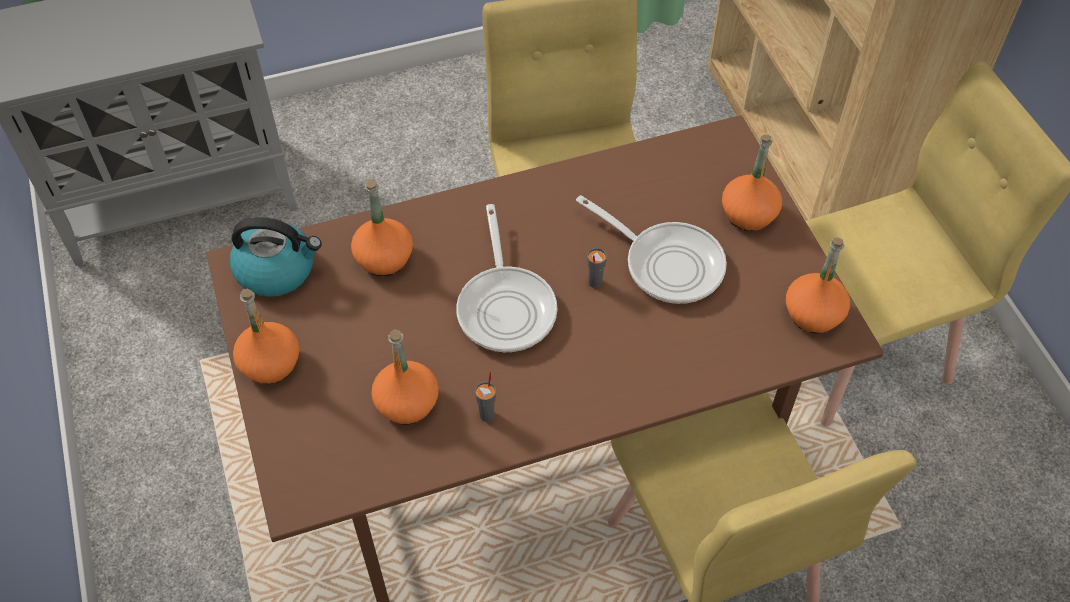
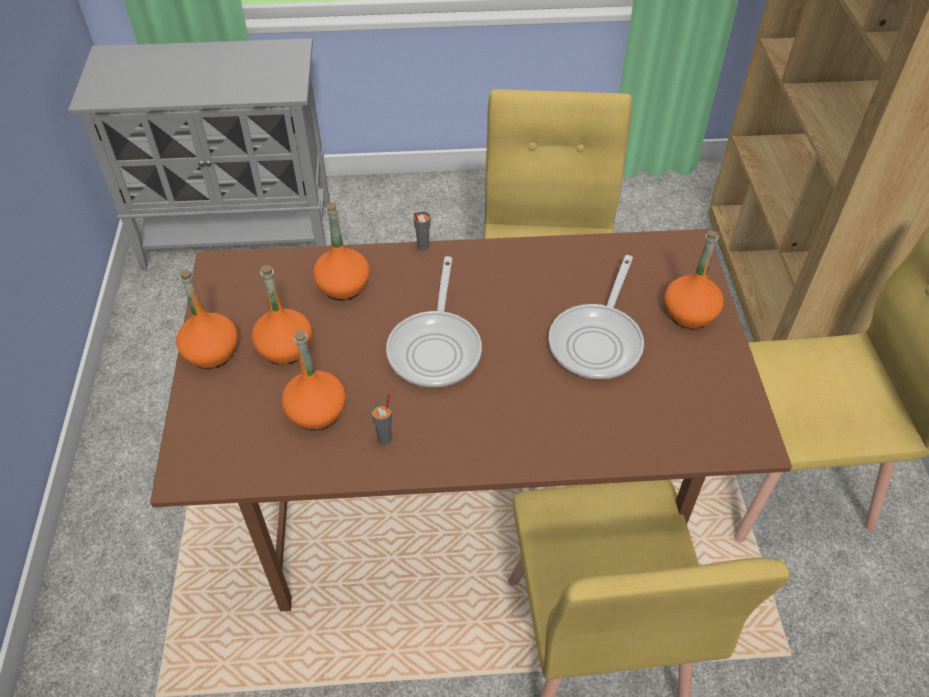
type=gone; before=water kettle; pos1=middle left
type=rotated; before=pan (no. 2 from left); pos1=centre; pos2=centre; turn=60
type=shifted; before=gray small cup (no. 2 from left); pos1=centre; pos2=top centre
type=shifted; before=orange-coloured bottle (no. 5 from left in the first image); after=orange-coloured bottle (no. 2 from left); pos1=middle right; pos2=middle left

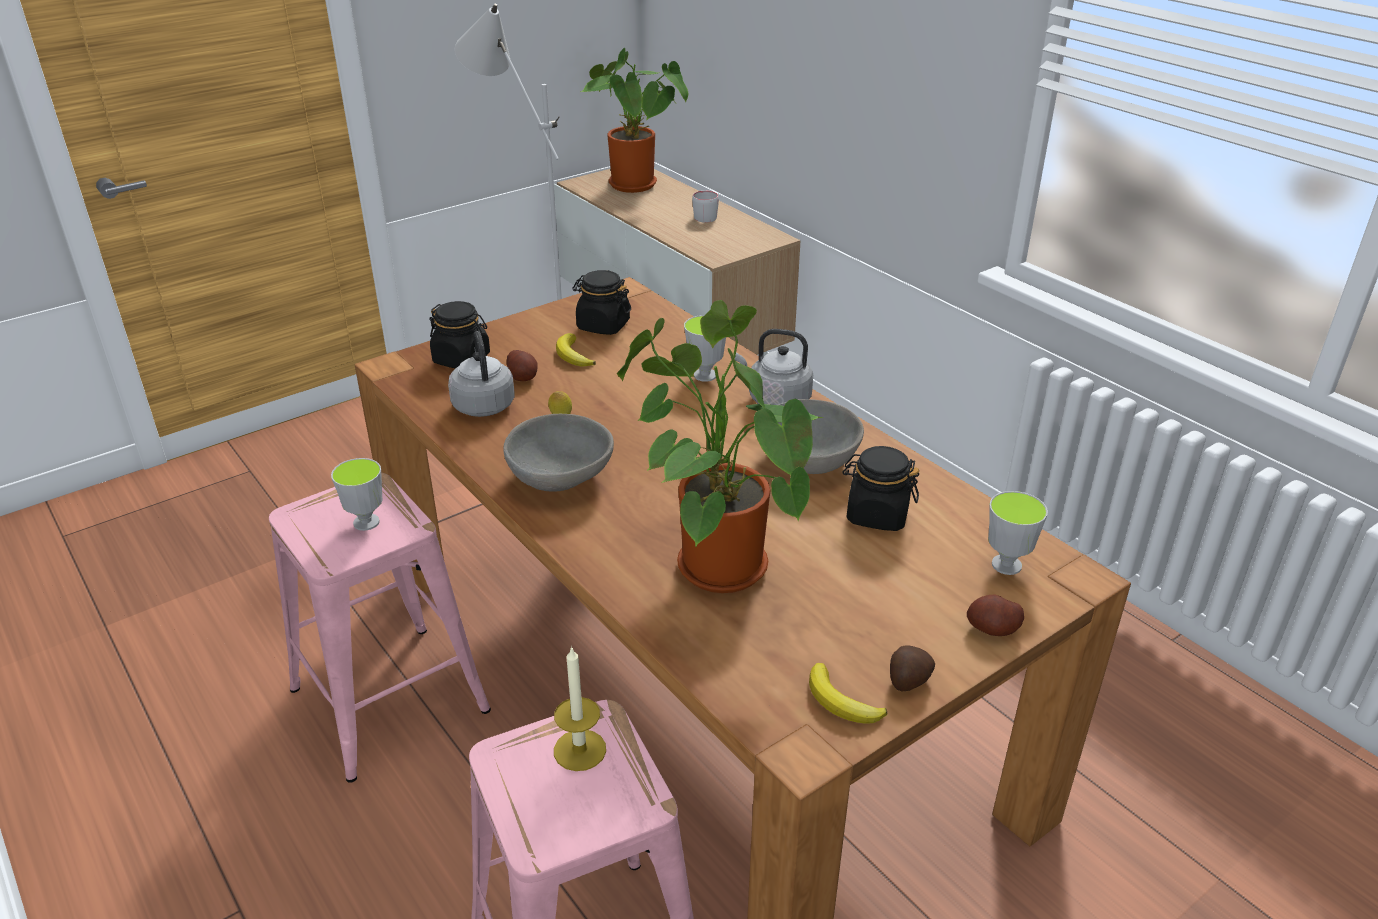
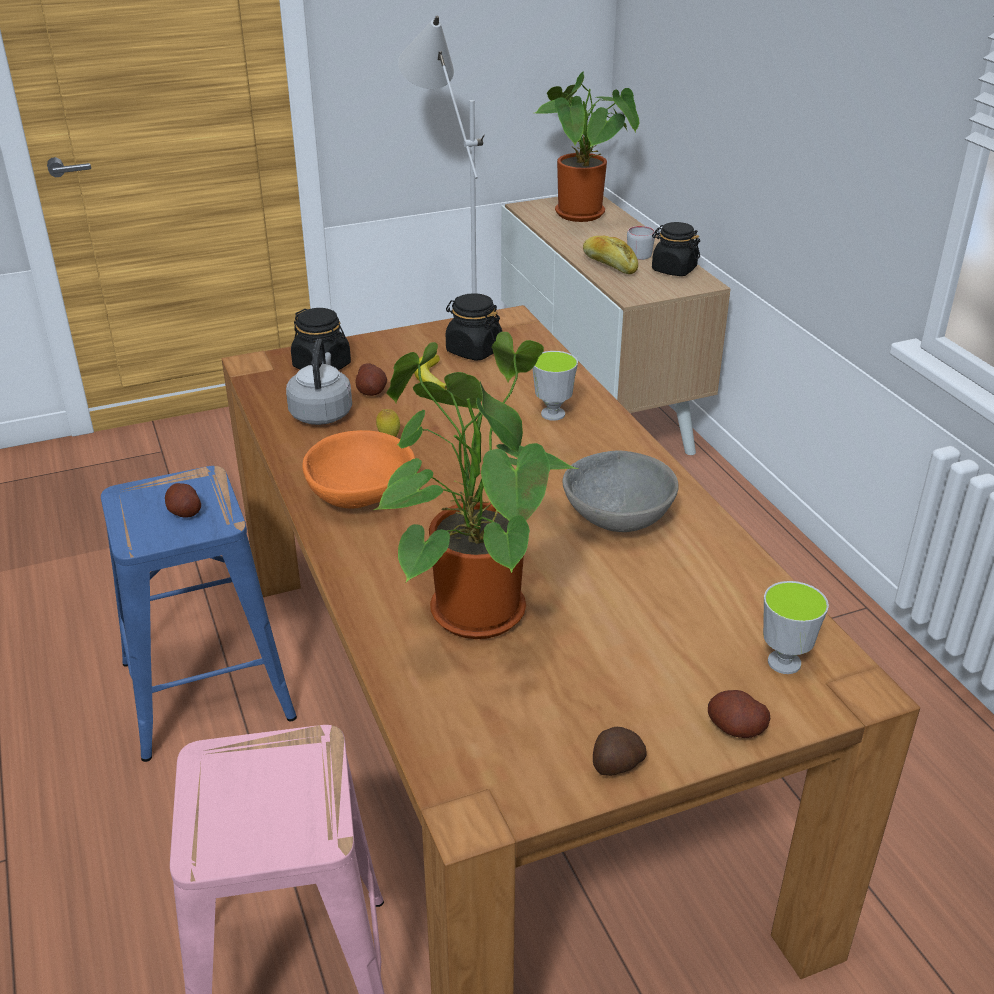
type=repainted; before=pink-coloured sitting stool (no. 1 from left); after=blue-coloured sitting stool; pos1=bottom left; pos2=middle left
type=swapped; before=small cup (no. 1 from left); after=whole potato (no. 1 from left); pos1=middle left; pos2=middle left
type=repainted; before=gray serving bowl (no. 1 from left); after=orange-coloured serving bowl; pos1=centre; pos2=centre
type=gone; before=candle; pos1=bottom centre
type=gone; before=gray water kettle (no. 2 from left); pos1=centre
type=gone; before=banana fruit (no. 2 from left); pos1=bottom centre
type=shifted; before=black-coloured storage jar (no. 3 from left); pos1=centre; pos2=top right
type=new; after=bakery bread; pos2=top centre

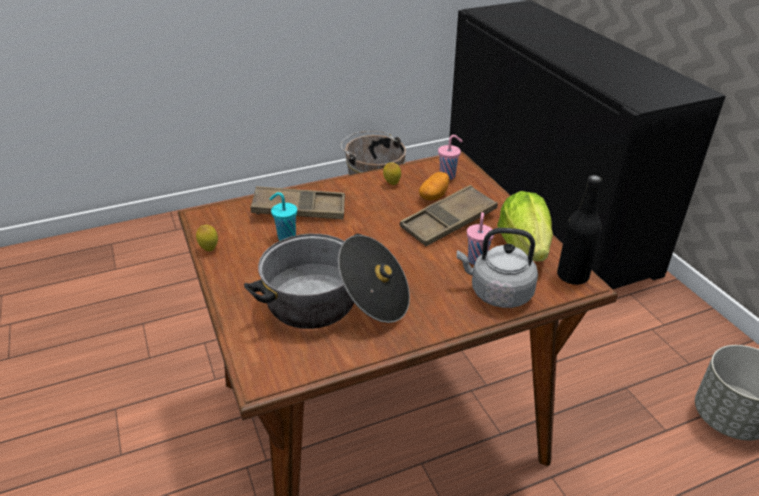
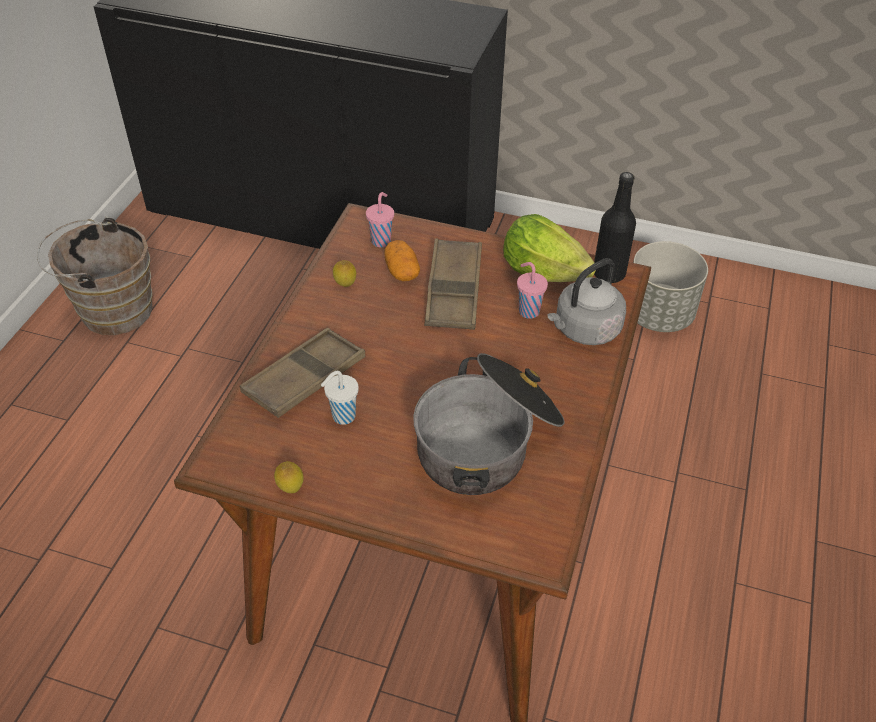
type=repainted; before=turquoise-coloured small cup; after=white small cup; pos1=centre; pos2=centre

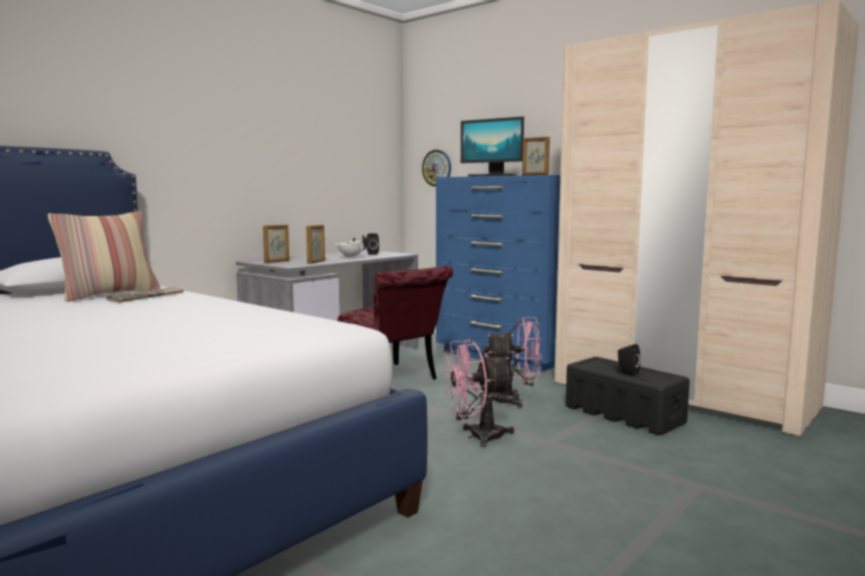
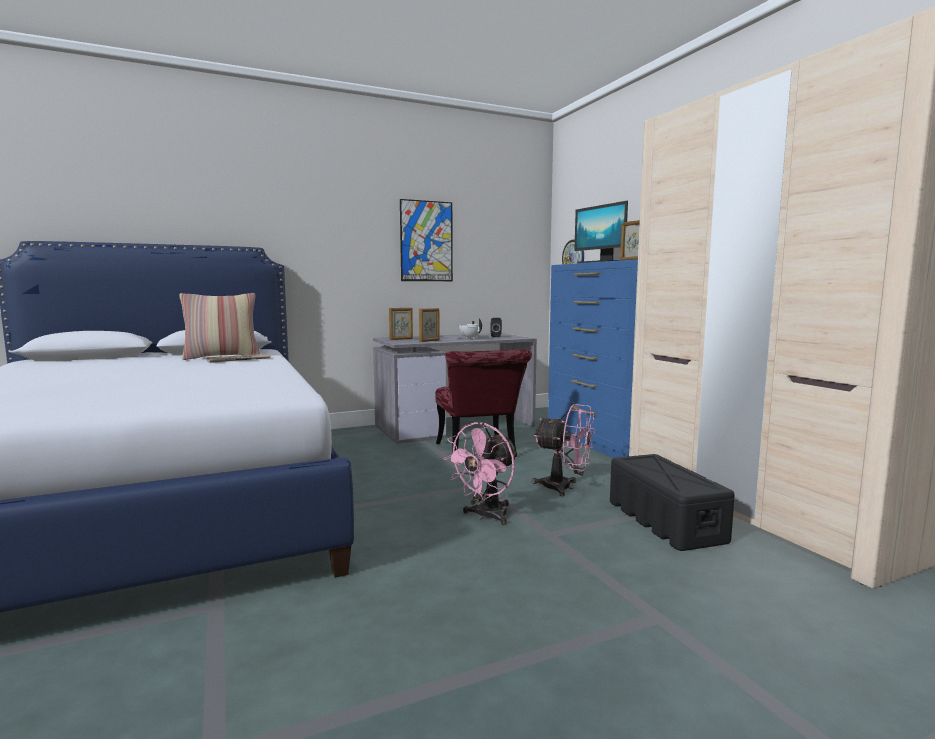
type=rotated; before=pink-coloured fan (no. 1 from left); pos1=bottom centre; pos2=centre; turn=-60
type=gone; before=black-coloured audio speaker (no. 2 from left); pos1=middle right
type=new; after=picture; pos2=top centre

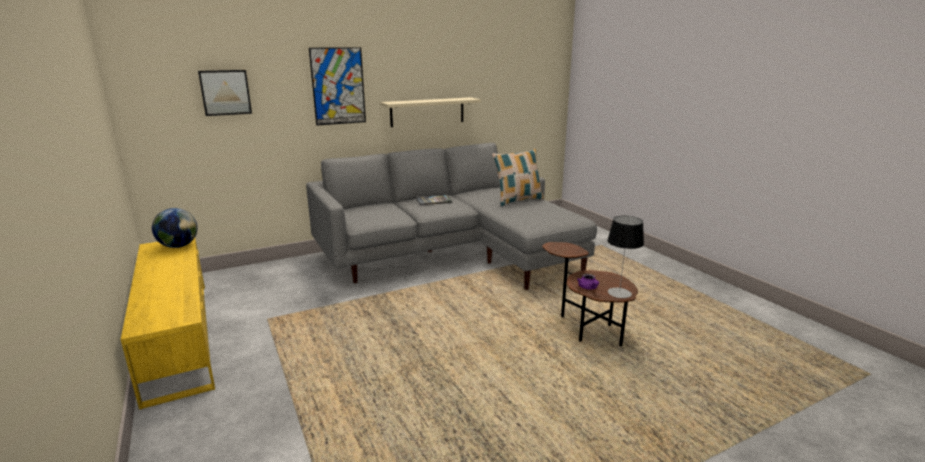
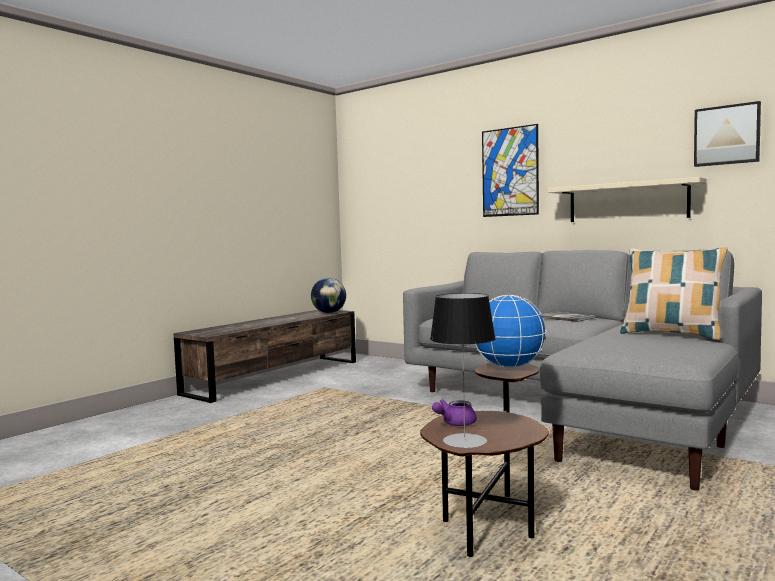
type=repainted; before=yellowish media console; after=brownish media console; pos1=bottom left; pos2=centre
type=shifted; before=picture (no. 1 from left in the first image); after=picture (no. 2 from left); pos1=top left; pos2=top right
type=new; after=globe (no. 2 from left); pos2=centre

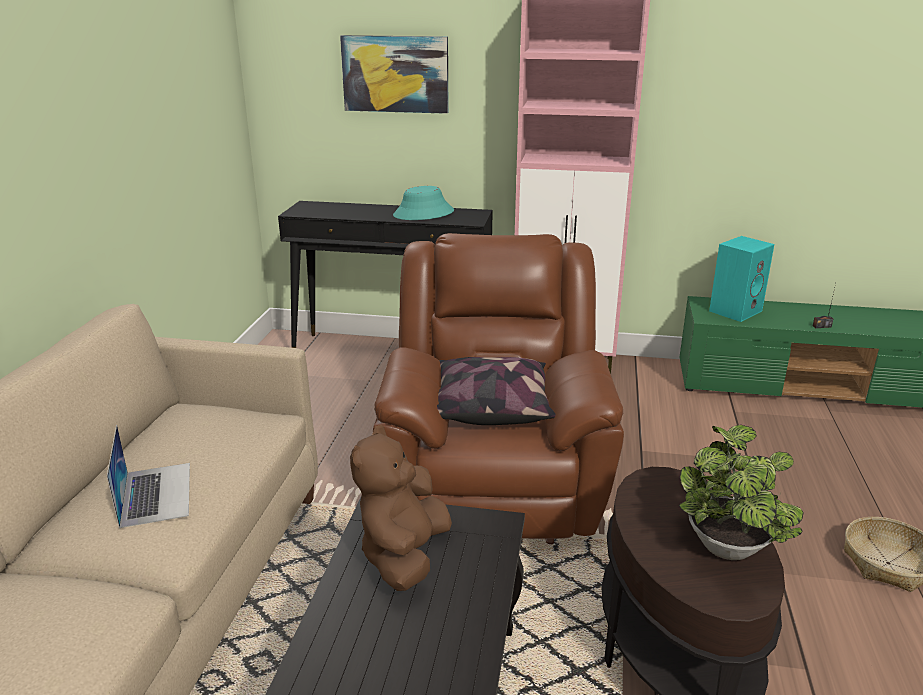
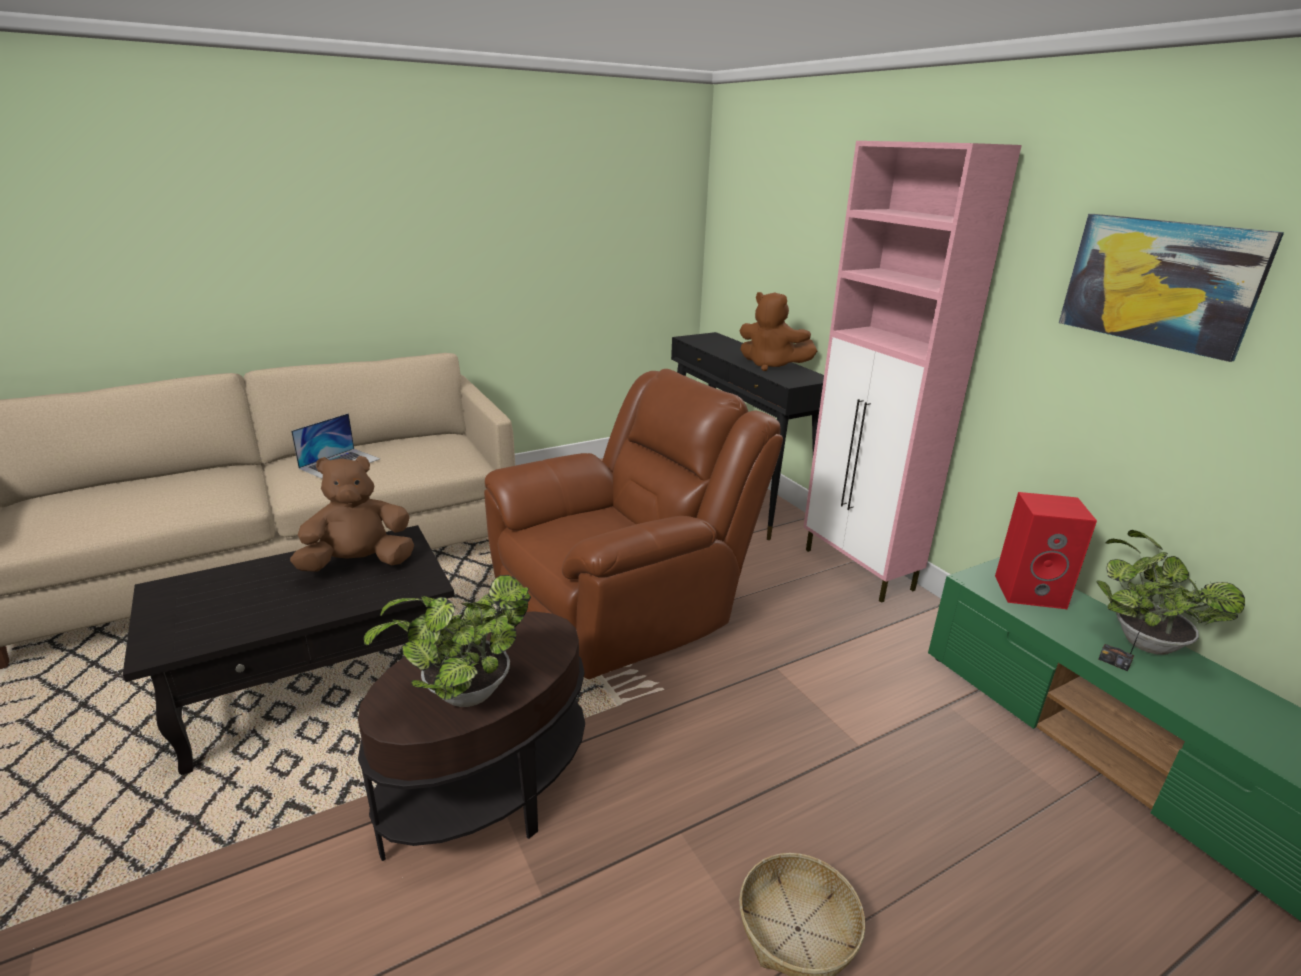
type=shifted; before=picture; pos1=top centre; pos2=top right
type=swapped; before=turquoise-coloured wearable hat; after=brownish cuddly toy (no. 2 from left); pos1=top centre; pos2=centre
type=gone; before=cushion; pos1=centre
type=repainted; before=turquoise-coloured audio speaker; after=red audio speaker; pos1=middle right; pos2=middle right
type=new; after=potted plant (no. 2 from left); pos2=middle right

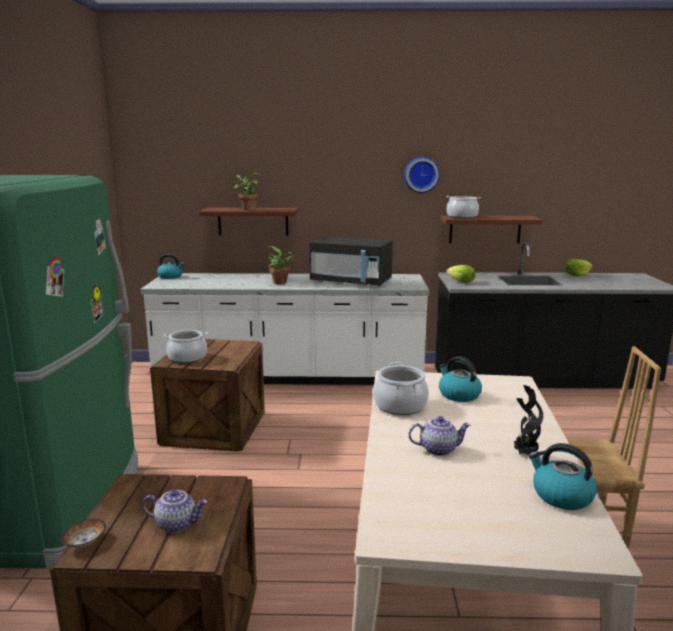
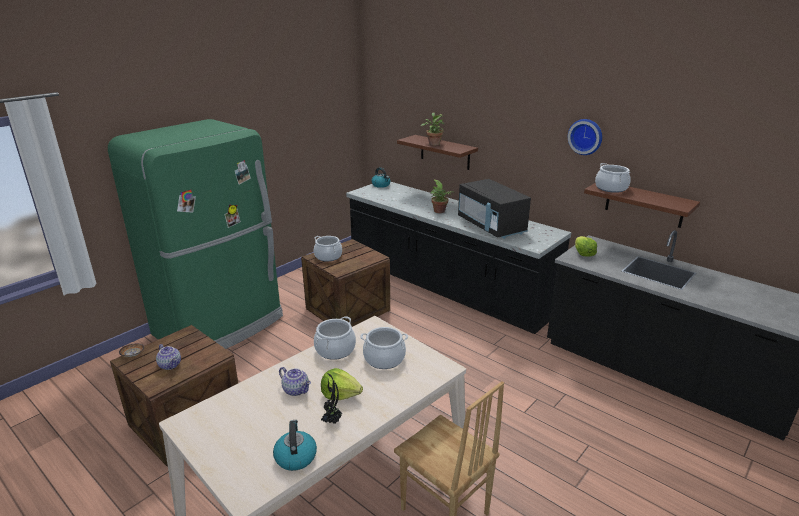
type=repainted; before=white kitchen base unit; after=black-coloured kitchen base unit (no. 1 from left); pos1=centre; pos2=centre
type=swapped; before=water kettle (no. 2 from left); after=stockpot (no. 3 from left); pos1=middle right; pos2=bottom centre
type=shifted; before=lettuce (no. 2 from left in the first image); after=lettuce (no. 1 from left); pos1=middle right; pos2=bottom centre

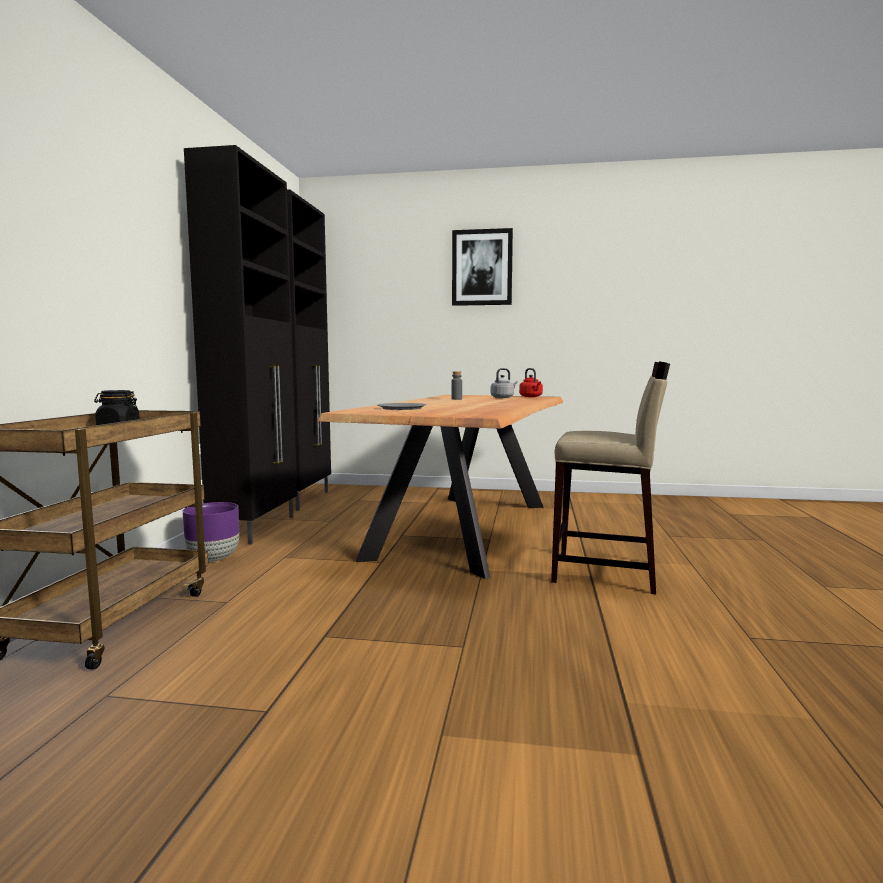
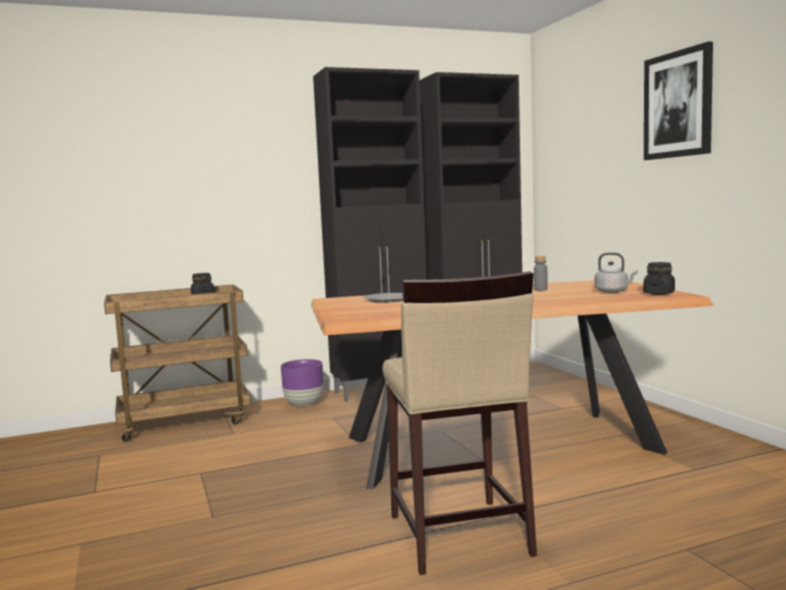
type=swapped; before=red water kettle; after=black-coloured storage jar (no. 2 from left); pos1=centre; pos2=middle right

